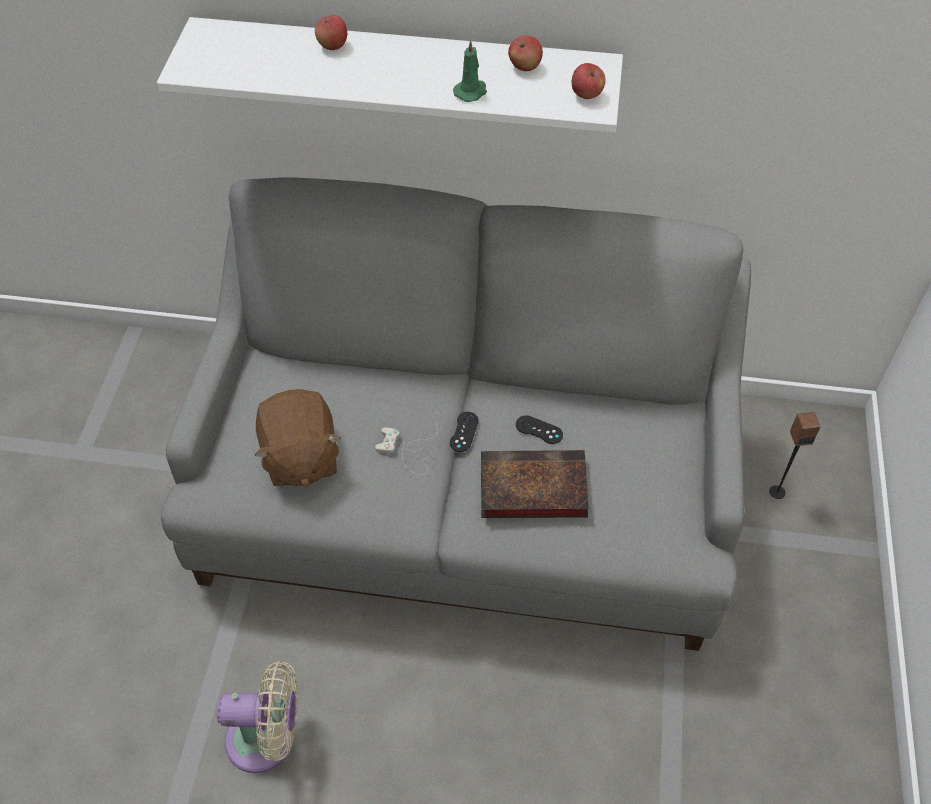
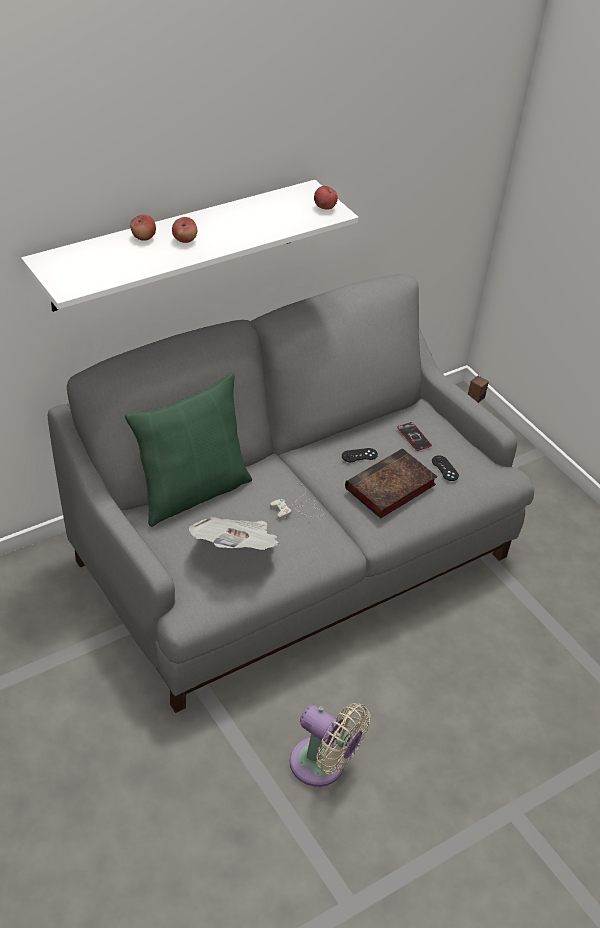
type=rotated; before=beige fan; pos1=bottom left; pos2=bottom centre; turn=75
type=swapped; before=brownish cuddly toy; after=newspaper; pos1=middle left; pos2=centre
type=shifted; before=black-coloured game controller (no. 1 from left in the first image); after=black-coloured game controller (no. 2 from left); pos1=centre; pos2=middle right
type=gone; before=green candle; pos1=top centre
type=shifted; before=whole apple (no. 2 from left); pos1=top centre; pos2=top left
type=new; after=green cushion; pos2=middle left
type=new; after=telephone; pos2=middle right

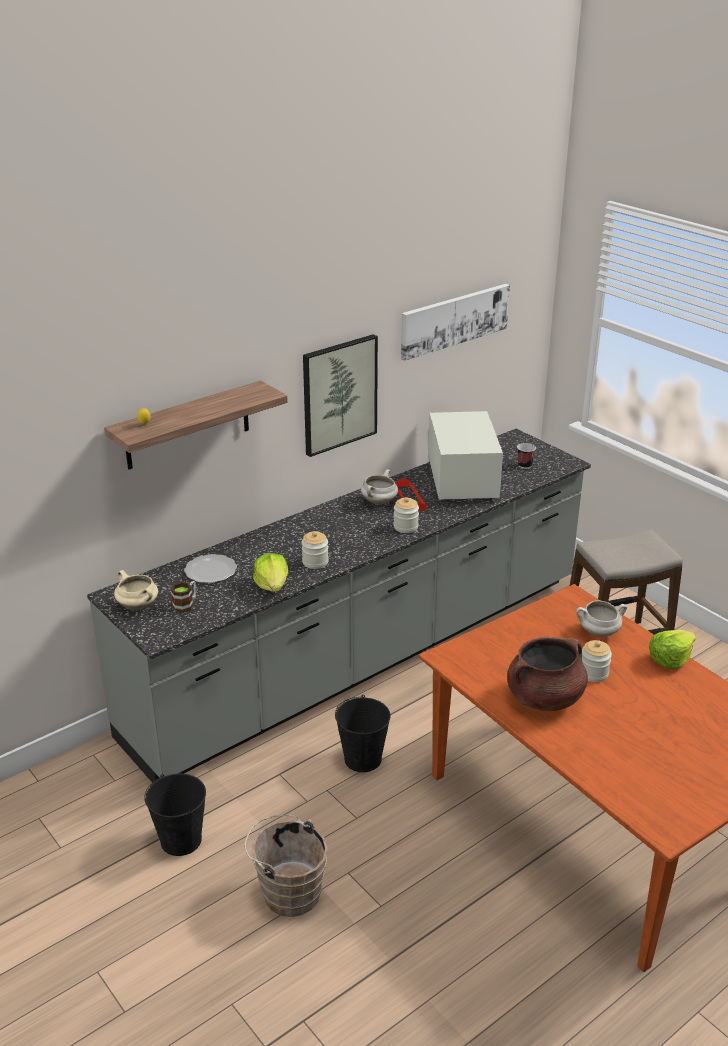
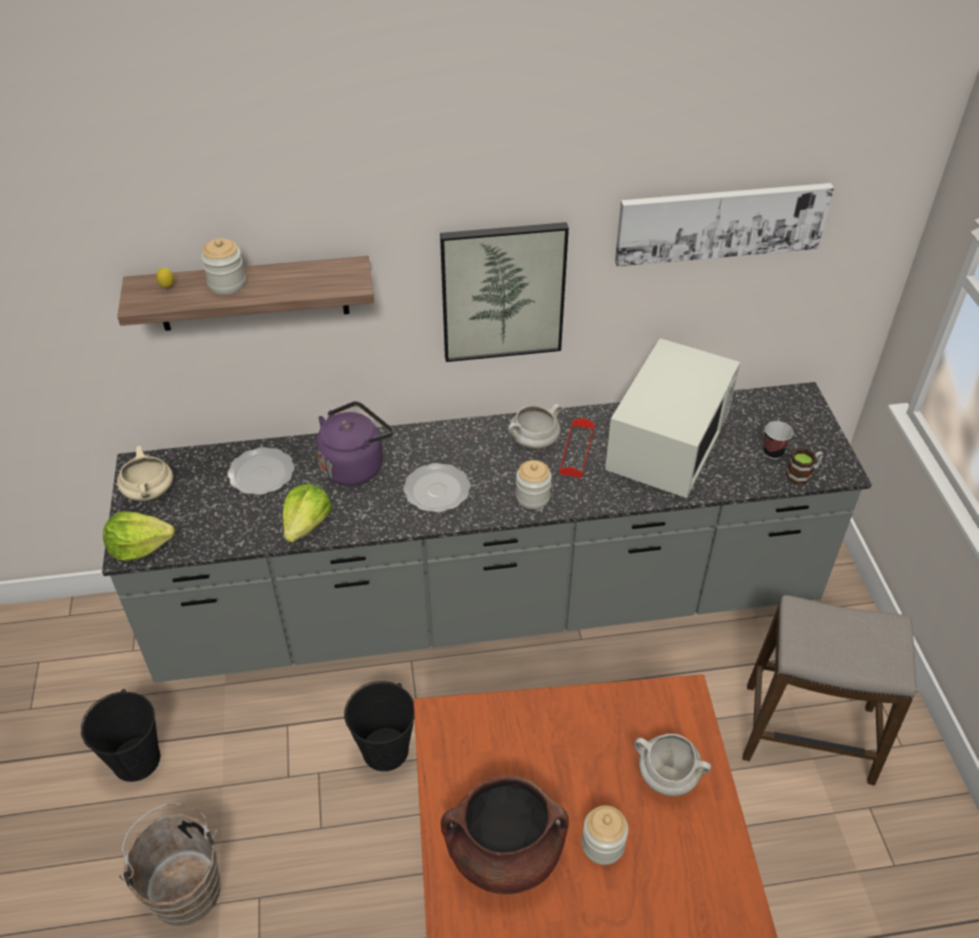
type=shifted; before=coffee mug; pos1=middle left; pos2=middle right
type=shifted; before=storage jar (no. 1 from left); pos1=centre; pos2=top left
type=shifted; before=lettuce (no. 2 from left in the first image); after=lettuce (no. 1 from left); pos1=middle right; pos2=middle left
type=new; after=purplish water kettle; pos2=centre
type=new; after=dinner plate (no. 2 from left); pos2=centre

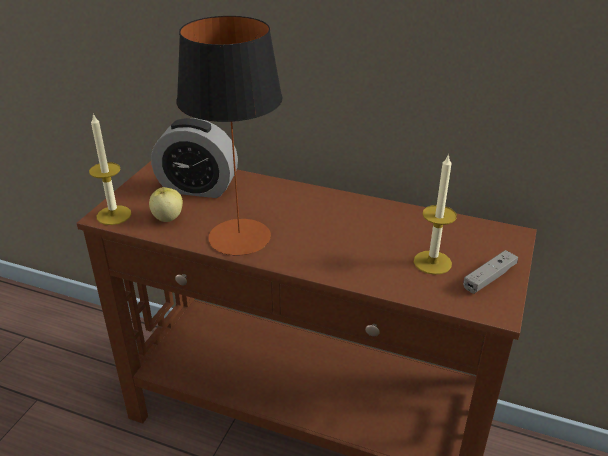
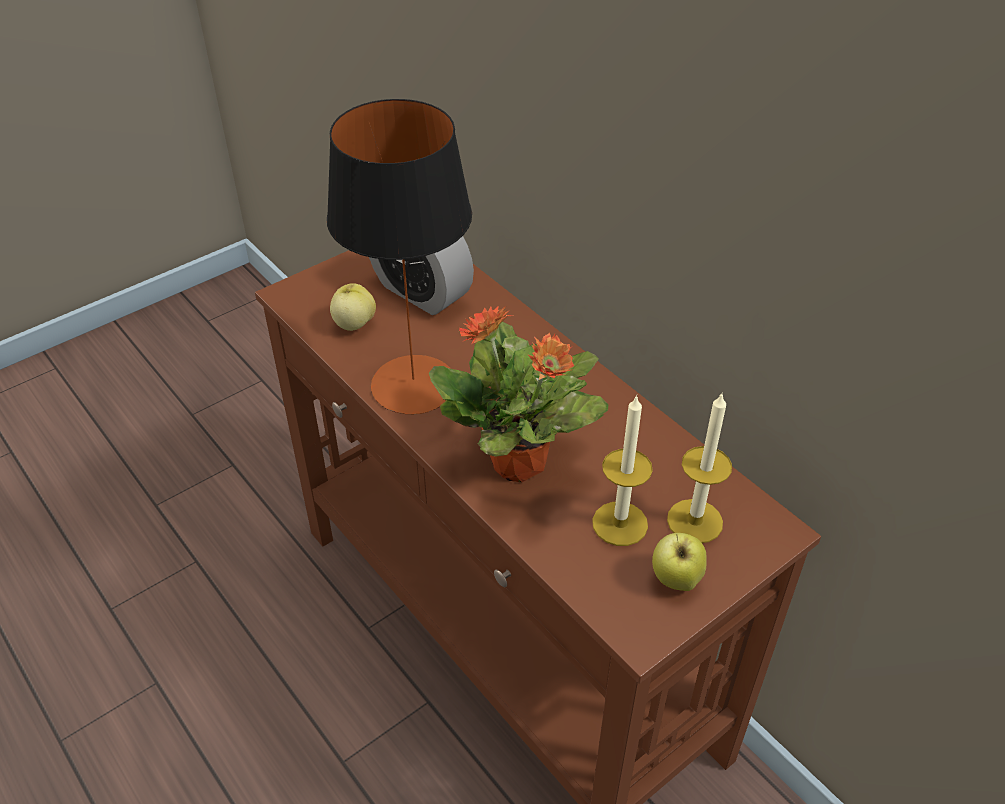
type=shifted; before=candle (no. 1 from left in the first image); after=candle (no. 2 from left); pos1=middle left; pos2=middle right
type=swapped; before=gray game controller; after=whole apple (no. 2 from left); pos1=middle right; pos2=bottom right
type=new; after=potted plant; pos2=centre

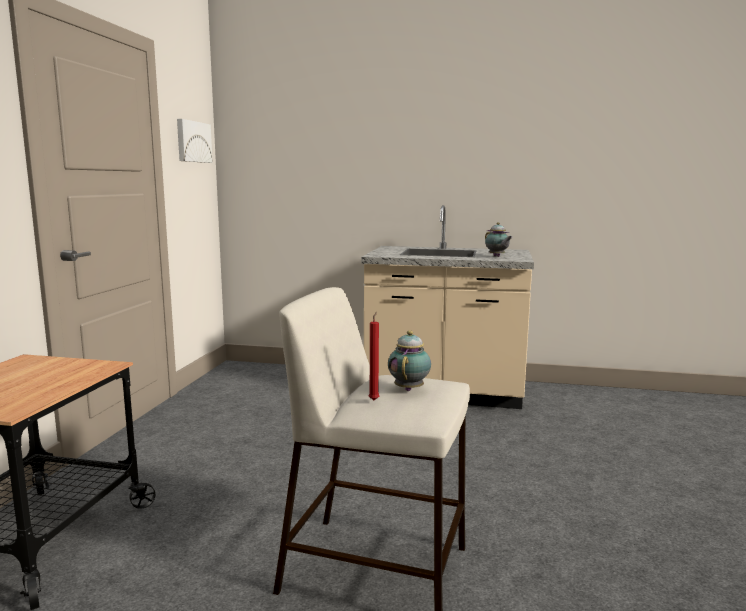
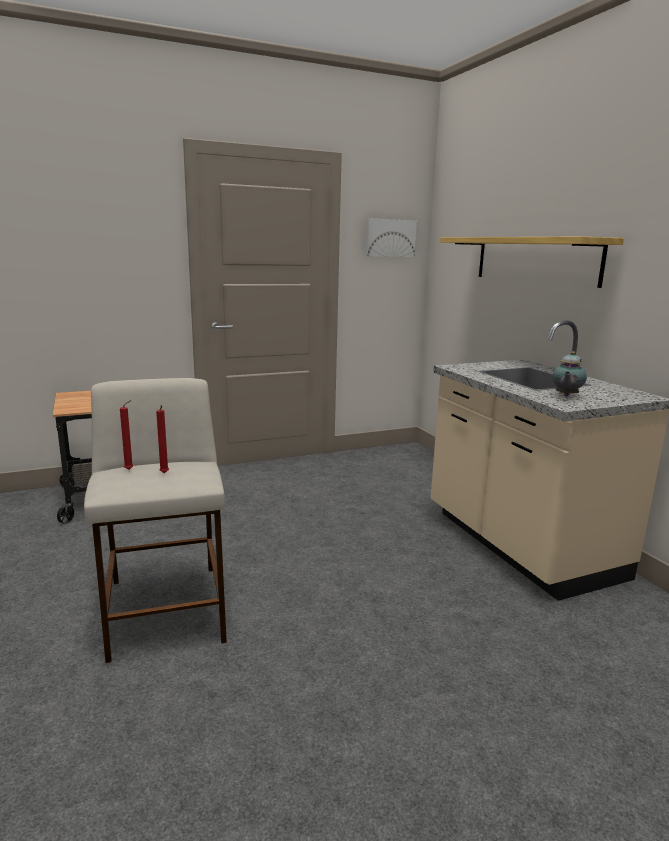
type=swapped; before=pot for tea (no. 1 from left); after=red candle (no. 2 from left); pos1=centre; pos2=middle left
type=new; after=bracket shelf; pos2=top right

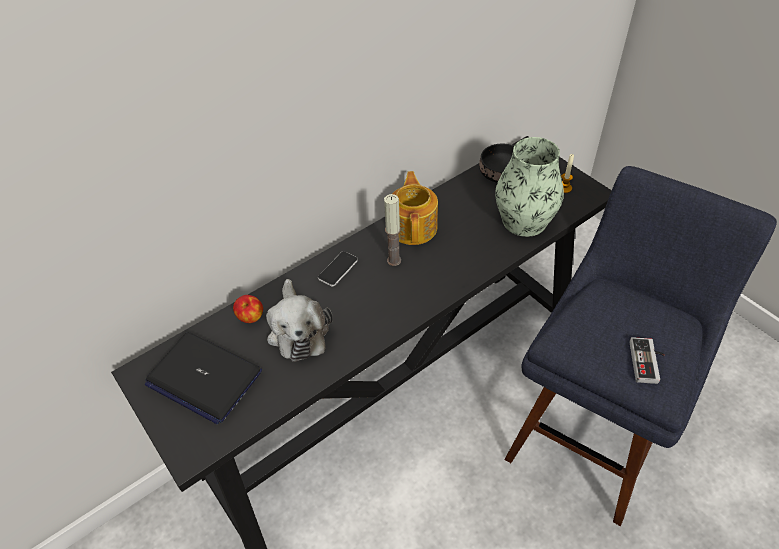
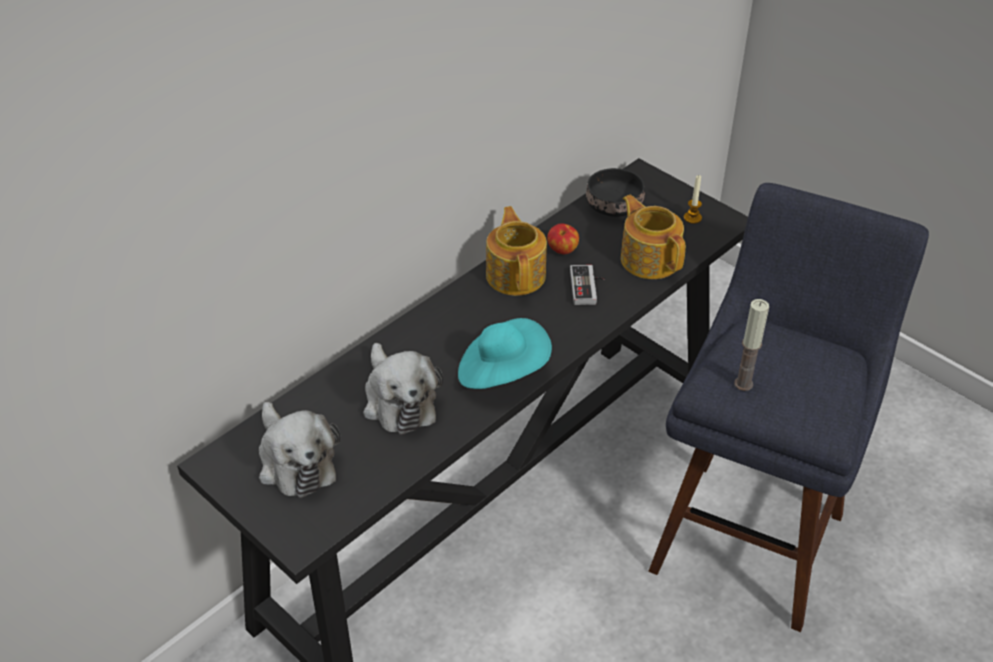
type=swapped; before=portable computer; after=cuddly toy (no. 1 from left); pos1=bottom left; pos2=bottom left
type=shifted; before=whole apple; pos1=middle left; pos2=centre
type=gone; before=telephone; pos1=centre
type=shifted; before=candle (no. 1 from left in the first image); after=candle (no. 2 from left); pos1=centre; pos2=middle right
type=swapped; before=decorative vase; after=pot for tea (no. 2 from left); pos1=middle right; pos2=centre
type=shifted; before=game controller; pos1=middle right; pos2=centre
type=new; after=turquoise-coloured wearable hat; pos2=centre

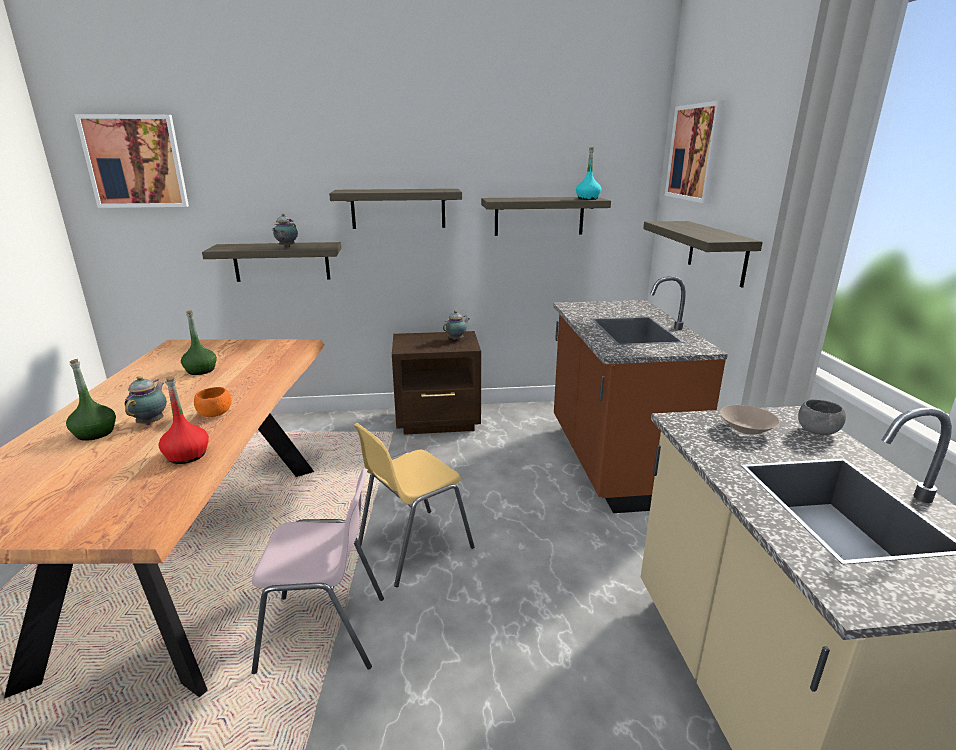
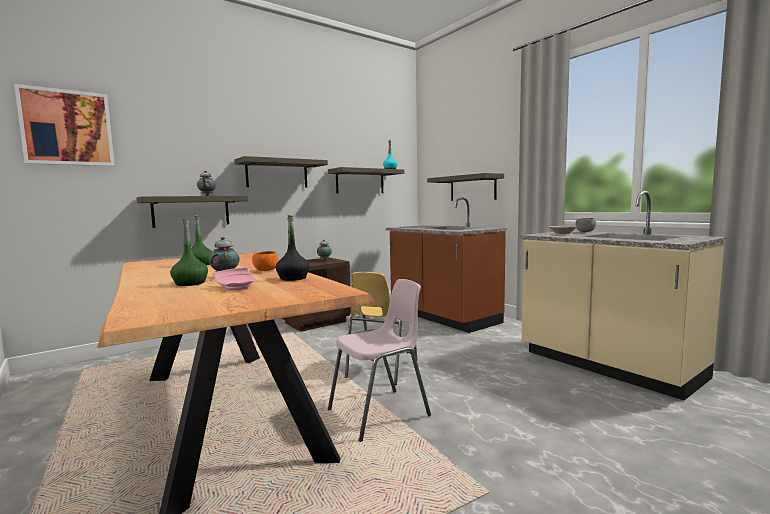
type=repainted; before=red bottle; after=black-coloured bottle; pos1=middle left; pos2=centre
type=gone; before=picture (no. 2 from left); pos1=top right
type=new; after=pink-coloured dinner plate; pos2=middle left

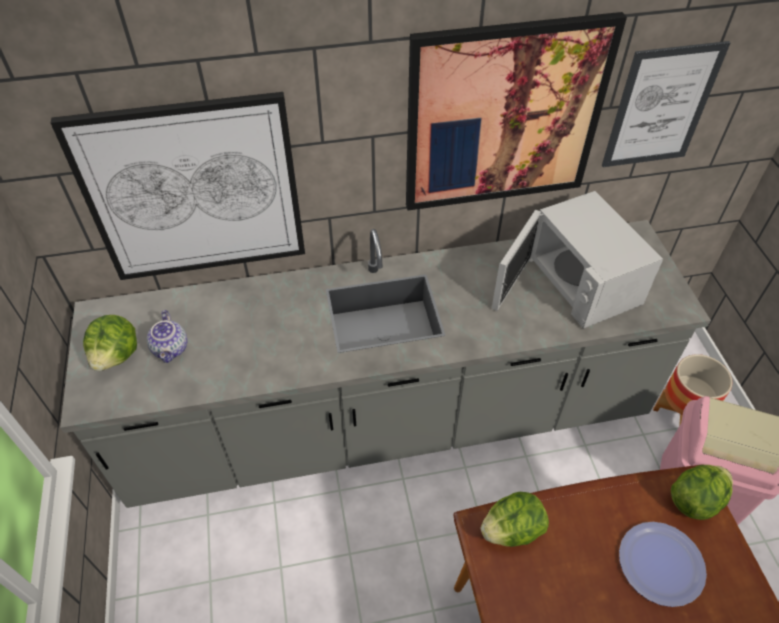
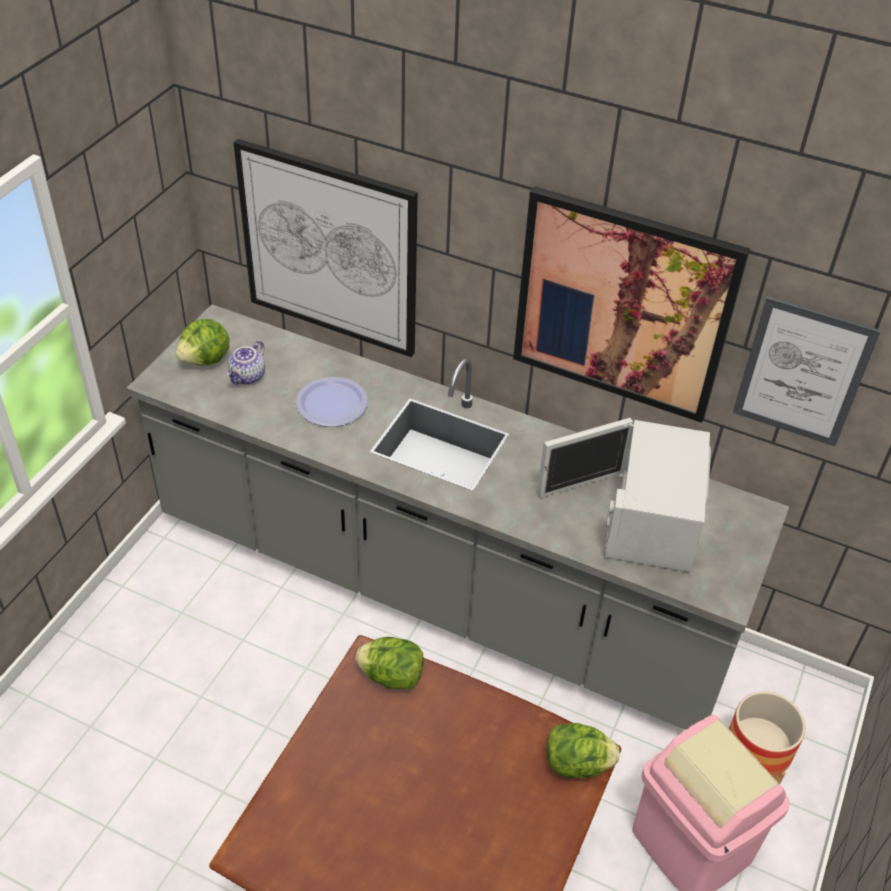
type=shifted; before=dinner plate; pos1=bottom right; pos2=centre

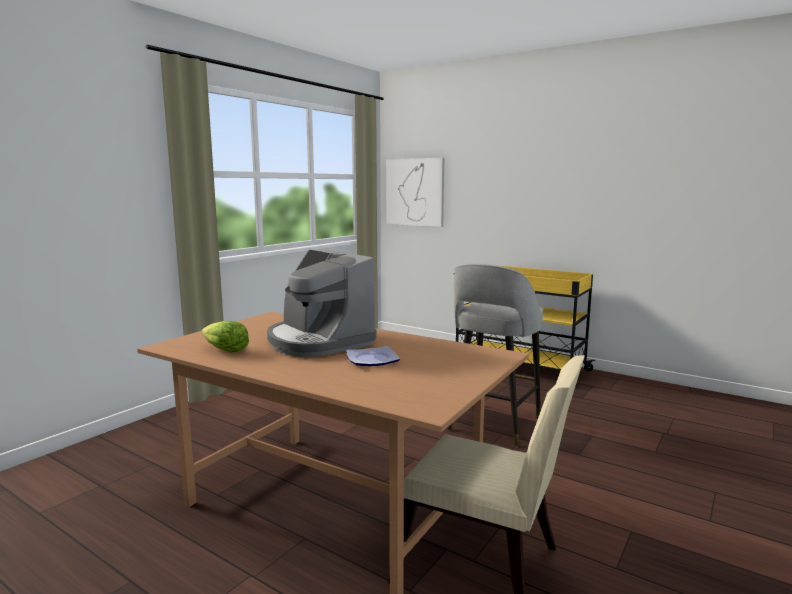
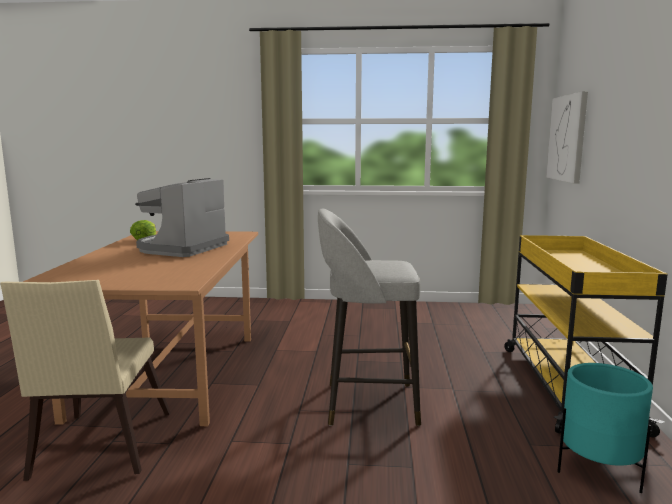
type=gone; before=dinner plate; pos1=centre
type=new; after=turquoise-coloured planter; pos2=bottom right

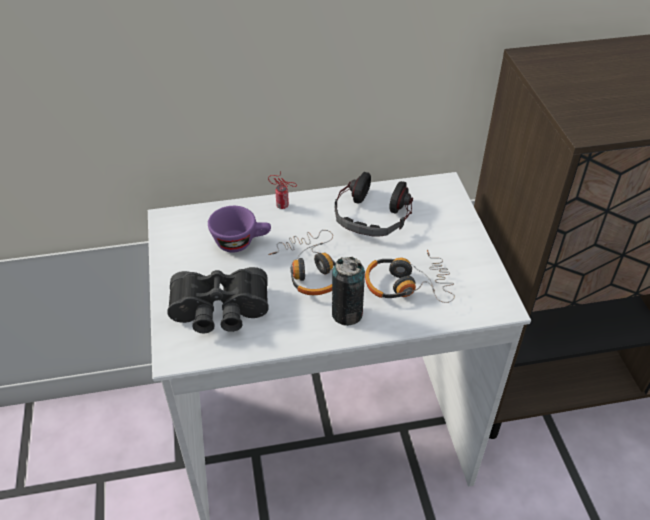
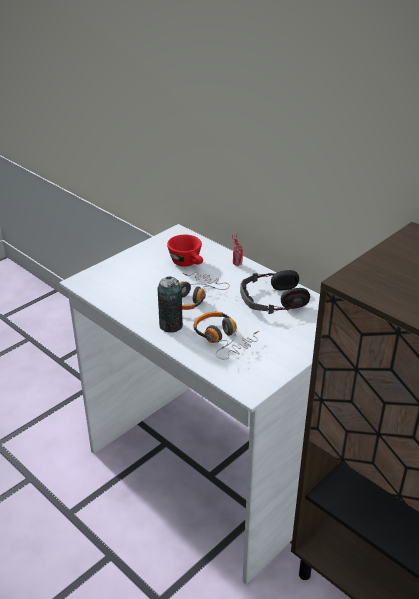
type=gone; before=black-coloured pair of binoculars; pos1=centre
type=repainted; before=purplish small cup; after=red small cup; pos1=centre; pos2=centre

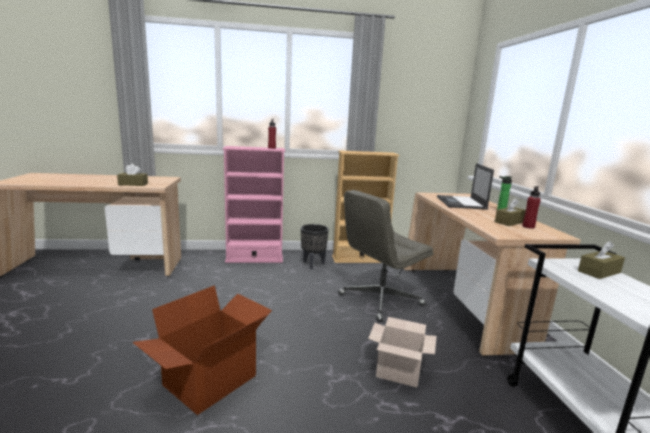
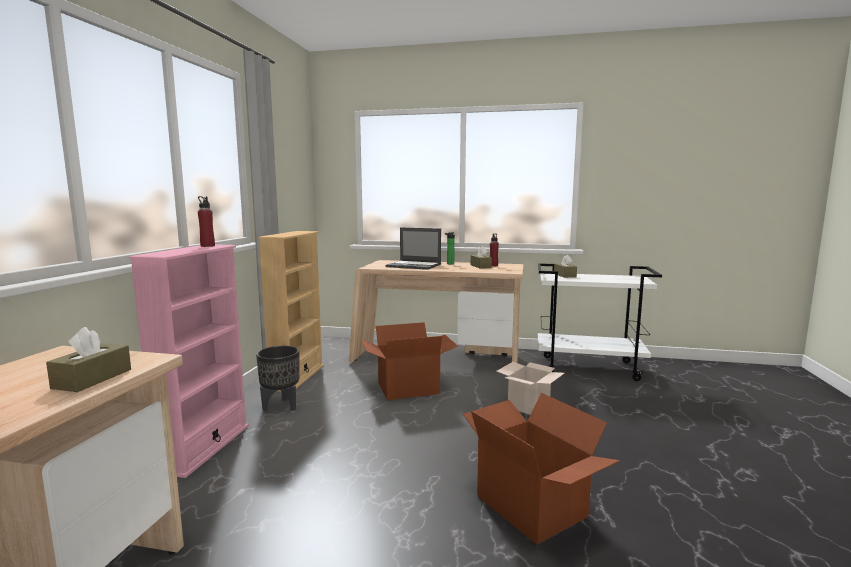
type=swapped; before=gray desk chair; after=carton (no. 1 from left); pos1=centre; pos2=centre

